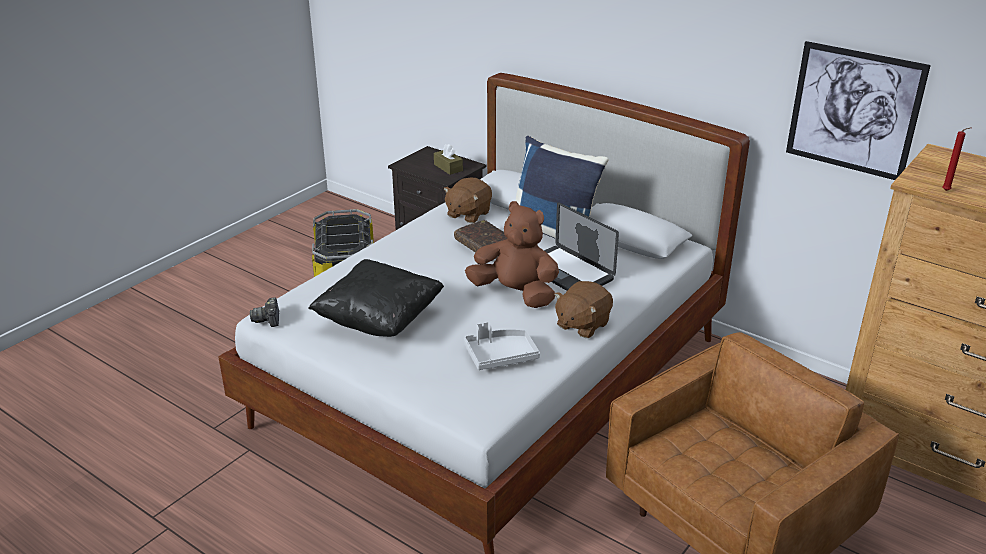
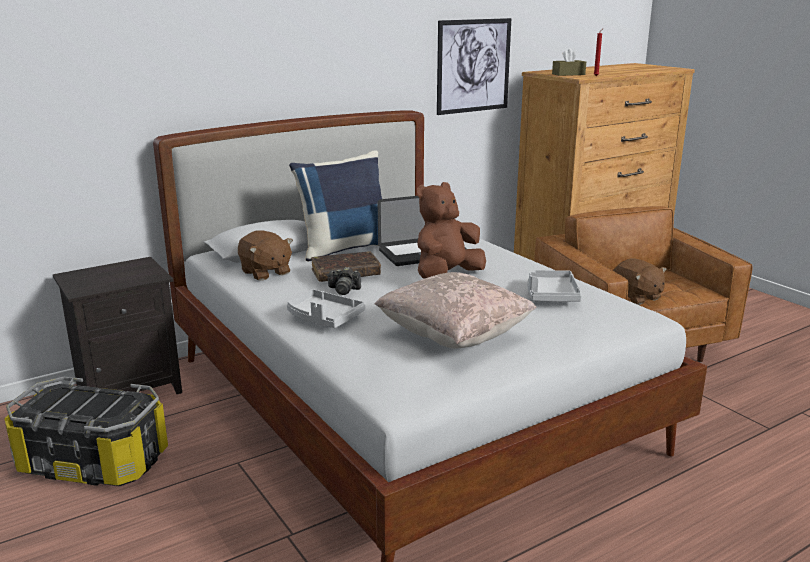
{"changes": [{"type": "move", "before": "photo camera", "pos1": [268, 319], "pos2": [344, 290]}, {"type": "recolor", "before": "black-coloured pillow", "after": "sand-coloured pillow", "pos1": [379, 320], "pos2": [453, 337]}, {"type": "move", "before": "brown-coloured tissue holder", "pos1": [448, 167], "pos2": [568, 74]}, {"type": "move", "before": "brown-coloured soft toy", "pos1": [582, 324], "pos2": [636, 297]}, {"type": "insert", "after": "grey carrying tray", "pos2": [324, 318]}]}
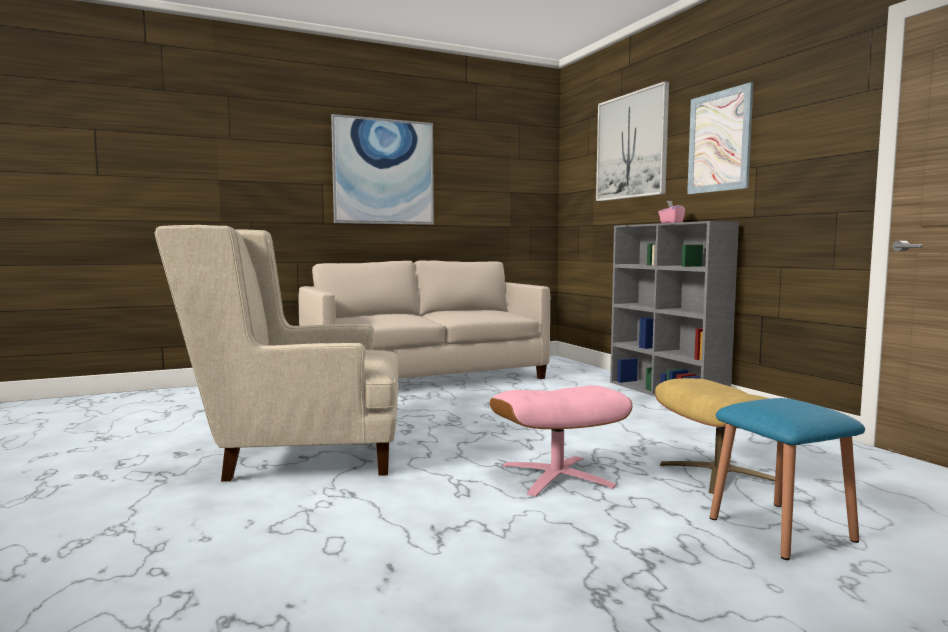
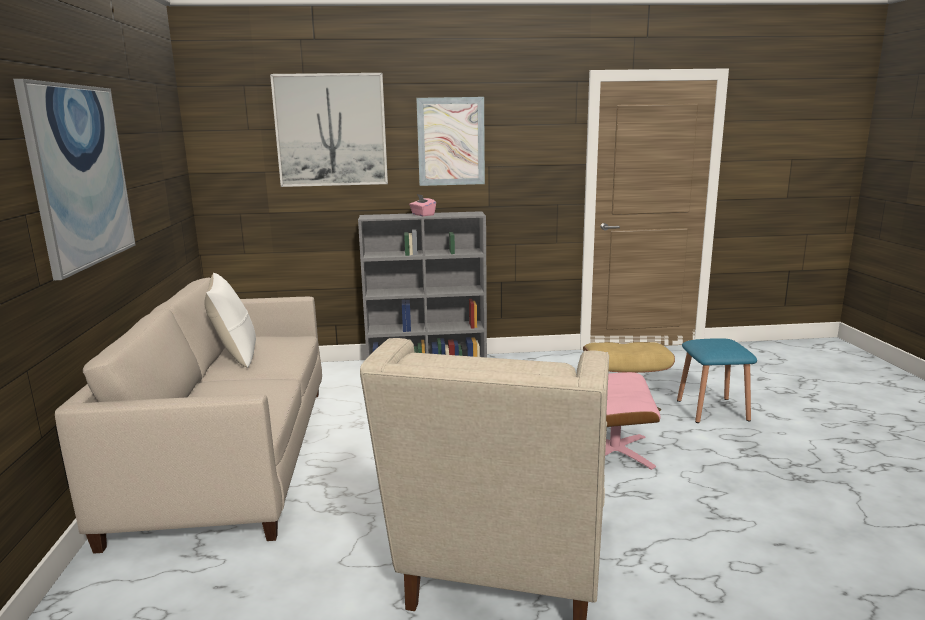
{"changes": [{"type": "insert", "after": "white pillow", "pos2": [235, 355]}]}
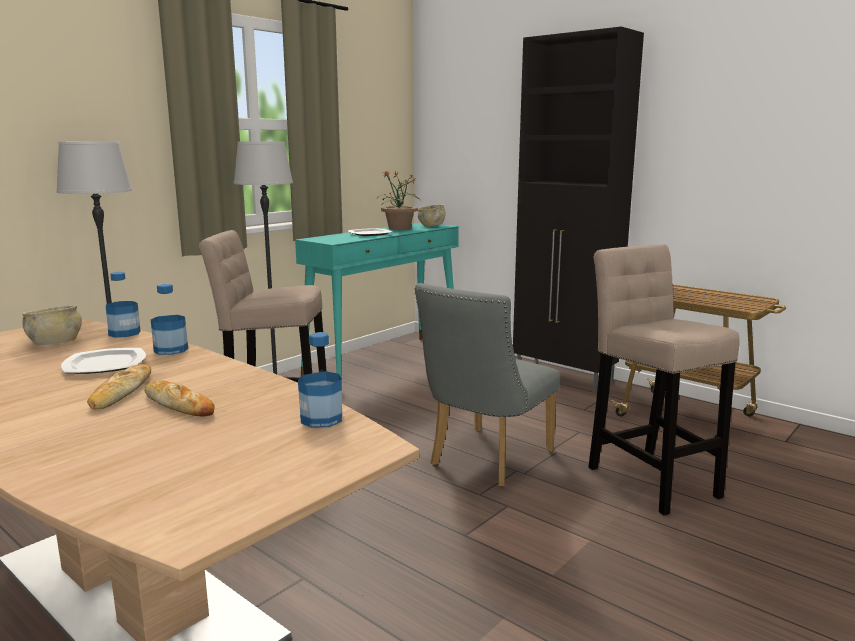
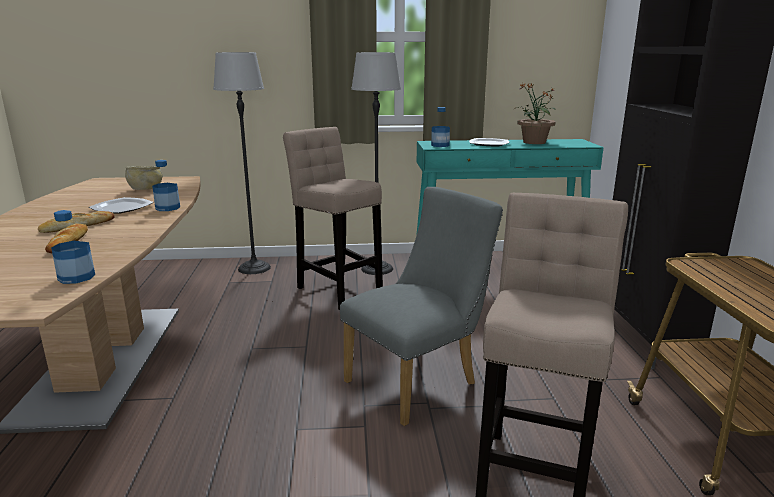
{"changes": [{"type": "move", "before": "bottle", "pos1": [124, 333], "pos2": [440, 145]}, {"type": "rotate", "before": "grey chair", "pos1": [484, 460], "pos2": [419, 381], "turn": 150}, {"type": "delete", "before": "sand-coloured serving bowl", "pos1": [431, 225]}]}
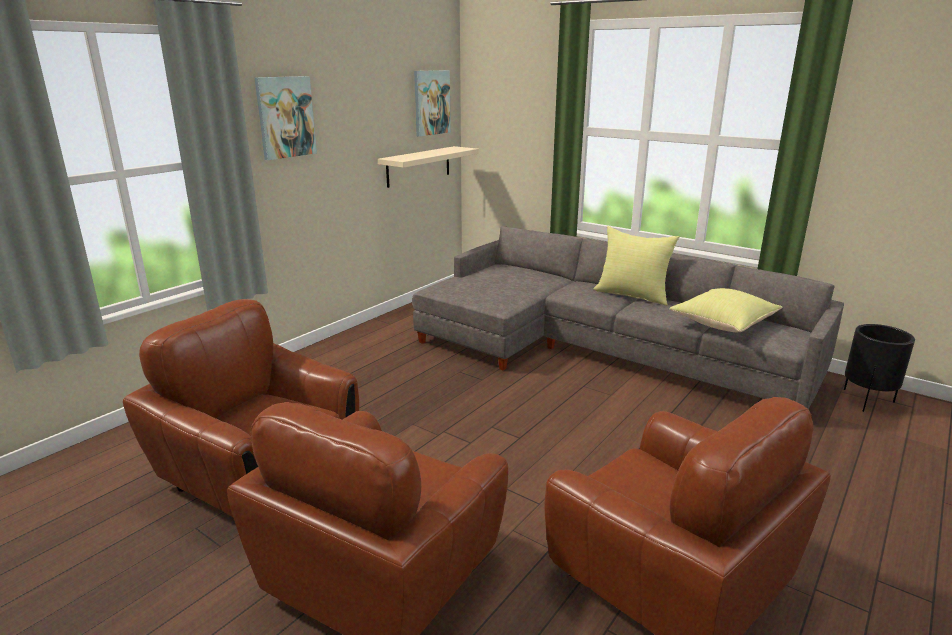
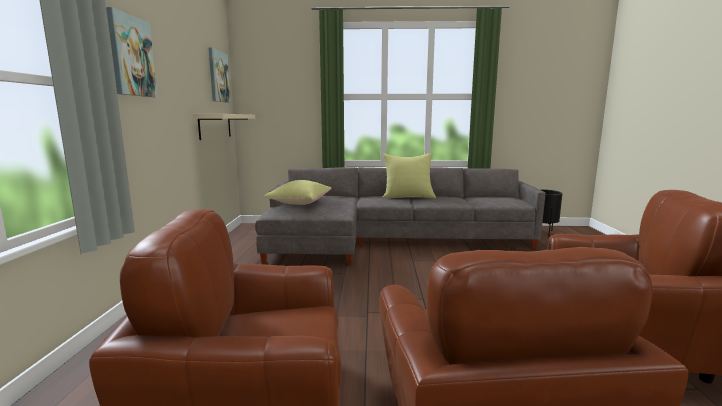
{"changes": [{"type": "move", "before": "yellow-coloured pillow", "pos1": [723, 324], "pos2": [299, 203]}]}
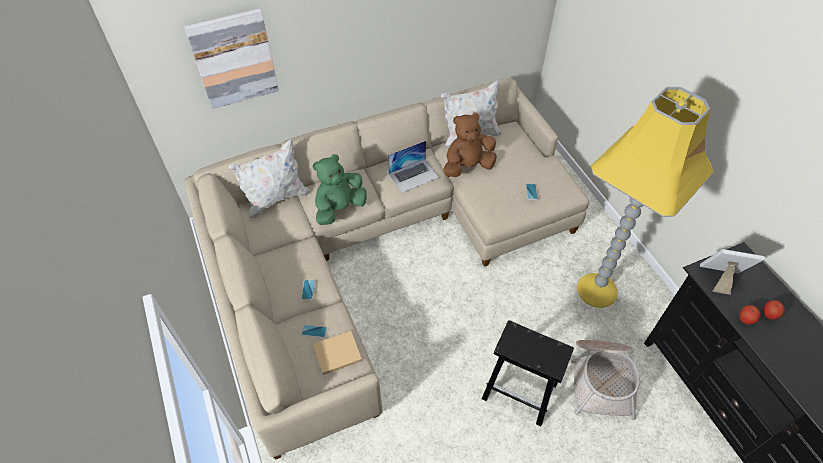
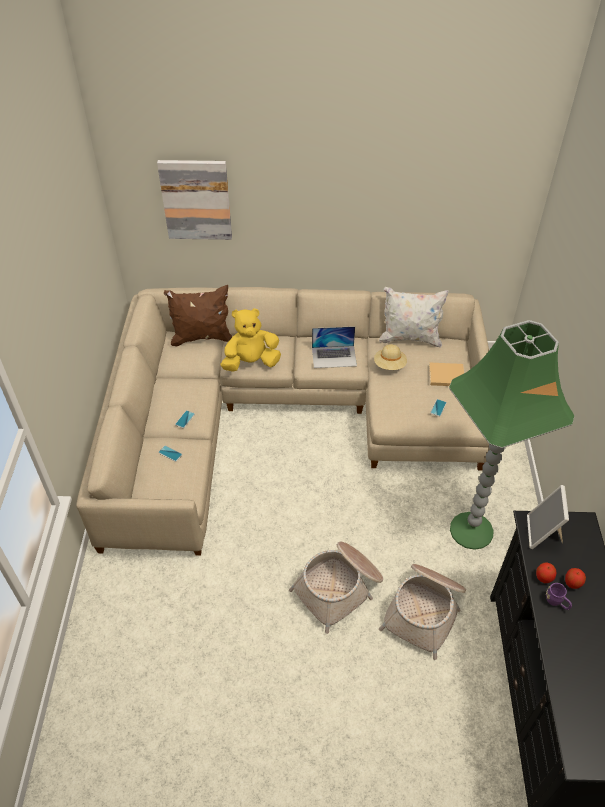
{"changes": [{"type": "recolor", "before": "white pillow", "after": "brown-coloured pillow", "pos1": [276, 199], "pos2": [202, 337]}, {"type": "recolor", "before": "greenish soft toy", "after": "yellow-coloured soft toy", "pos1": [339, 208], "pos2": [251, 363]}, {"type": "move", "before": "sand-coloured book", "pos1": [336, 354], "pos2": [445, 375]}, {"type": "replace", "before": "brown-coloured soft toy", "after": "sand-coloured hat", "pos1": [467, 166], "pos2": [389, 365]}, {"type": "replace", "before": "black-coloured stool seat", "after": "storage basket", "pos1": [520, 391], "pos2": [339, 588]}, {"type": "recolor", "before": "yellow-coloured floor lamp", "after": "greenish floor lamp", "pos1": [598, 290], "pos2": [472, 531]}, {"type": "rotate", "before": "standing frame", "pos1": [719, 279], "pos2": [543, 533], "turn": -120}, {"type": "insert", "after": "purple-coloured coffee mug", "pos2": [556, 602]}]}
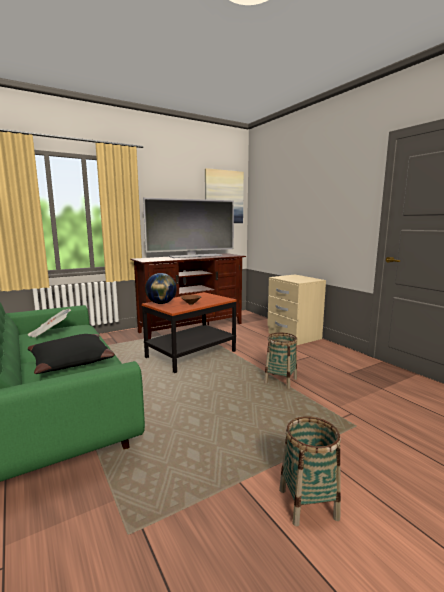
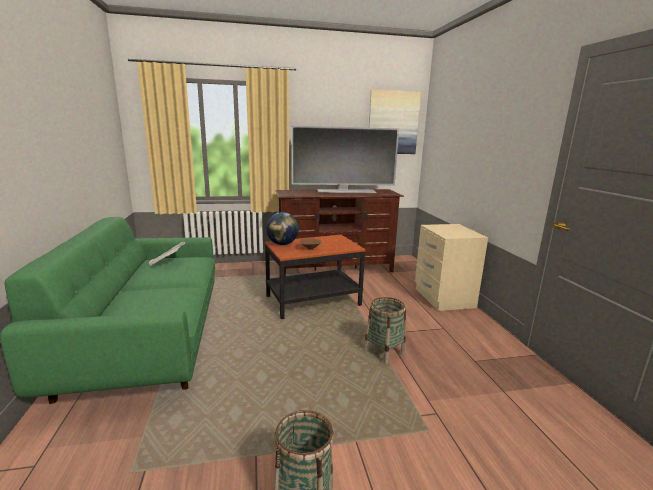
{"changes": [{"type": "delete", "before": "black-coloured pillow", "pos1": [72, 361]}]}
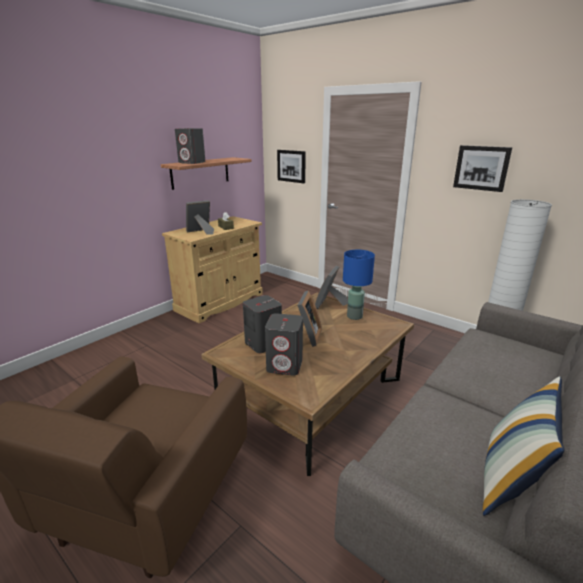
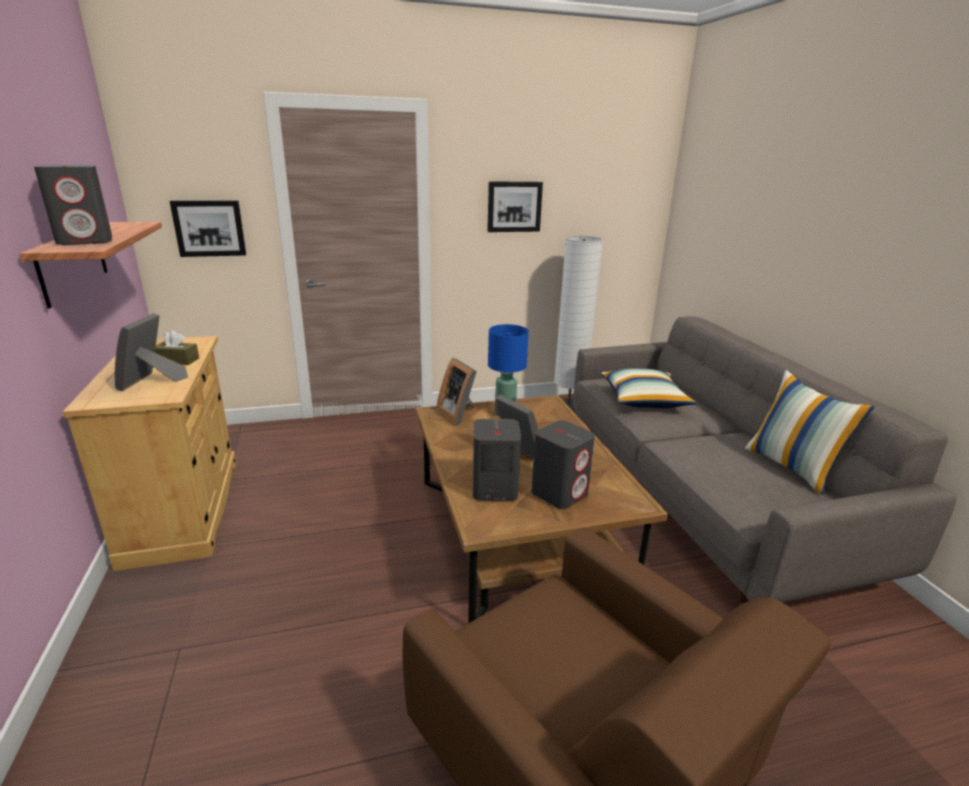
{"changes": [{"type": "insert", "after": "pillow", "pos2": [644, 400]}]}
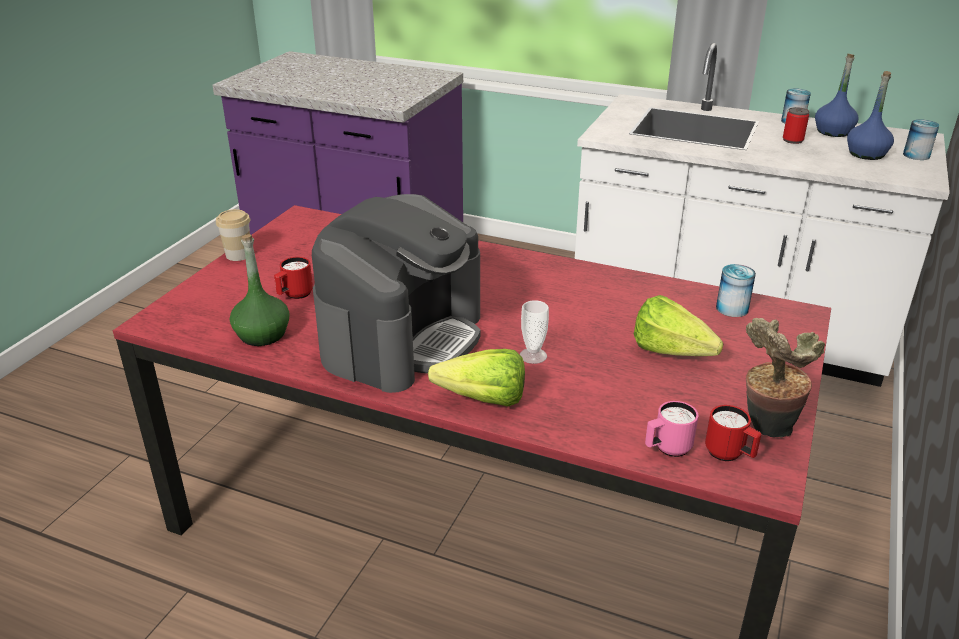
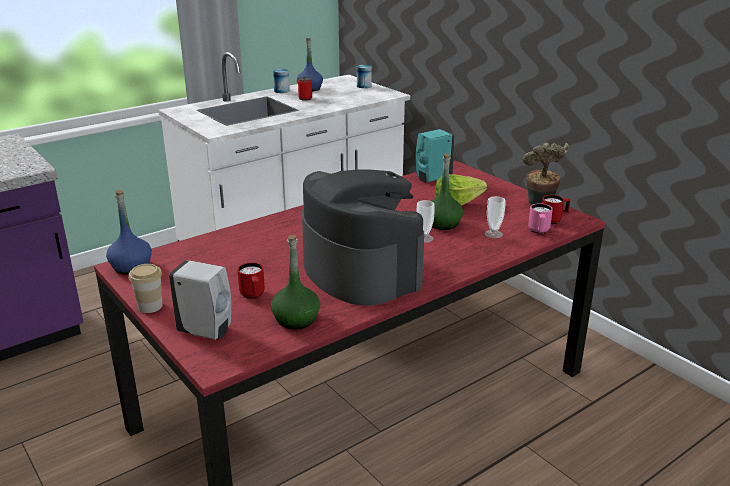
{"changes": [{"type": "delete", "before": "head of lettuce", "pos1": [476, 398]}, {"type": "replace", "before": "can", "after": "turquoise-coloured soap bottle", "pos1": [732, 308], "pos2": [432, 179]}, {"type": "move", "before": "blue bottle", "pos1": [866, 154], "pos2": [131, 267]}, {"type": "insert", "after": "white soap bottle", "pos2": [207, 331]}, {"type": "insert", "after": "greenish bottle", "pos2": [443, 224]}, {"type": "insert", "after": "small cup", "pos2": [493, 234]}]}
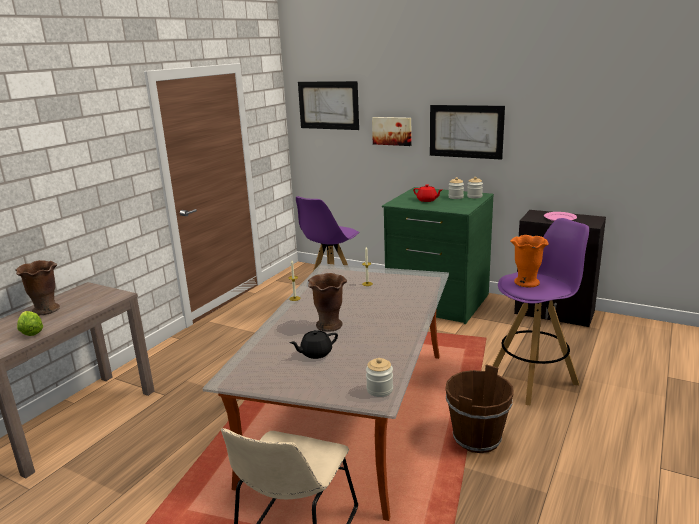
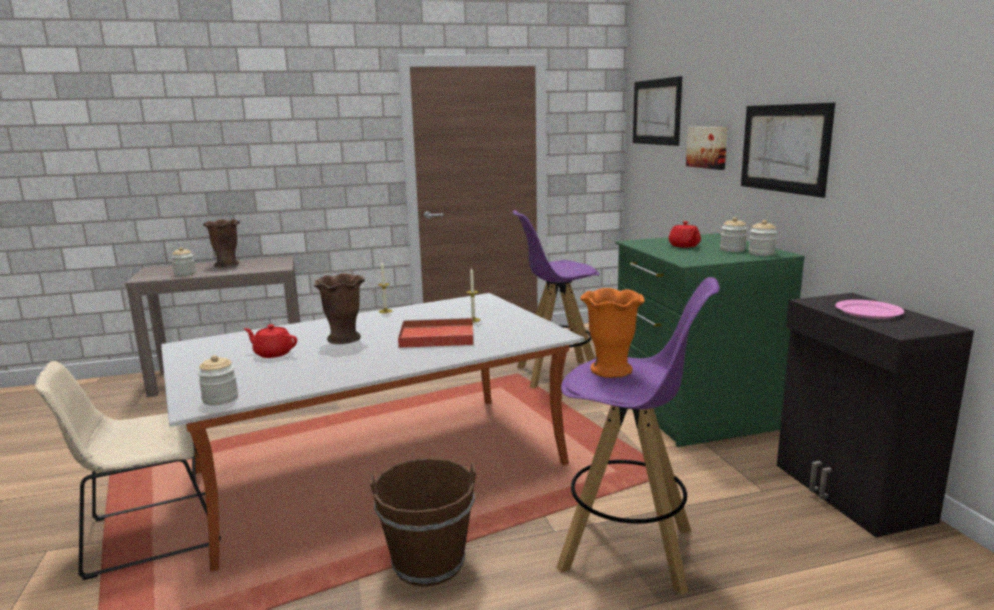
{"changes": [{"type": "replace", "before": "head of lettuce", "after": "preserve jar", "pos1": [31, 332], "pos2": [185, 274]}, {"type": "recolor", "before": "black-coloured pot for tea", "after": "red-coloured pot for tea", "pos1": [315, 353], "pos2": [273, 353]}, {"type": "insert", "after": "red-coloured carrying tray", "pos2": [435, 337]}]}
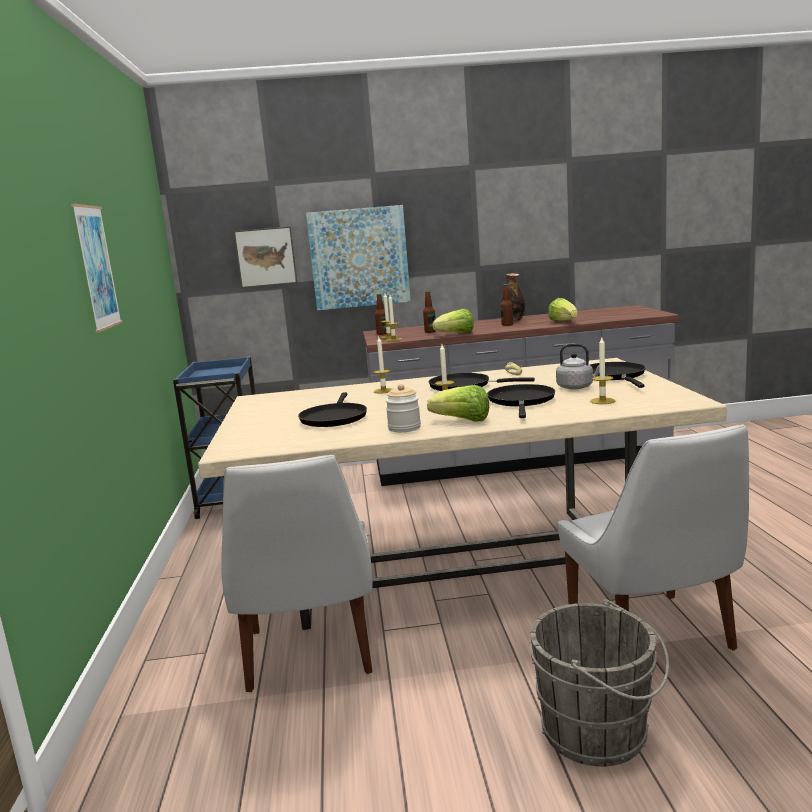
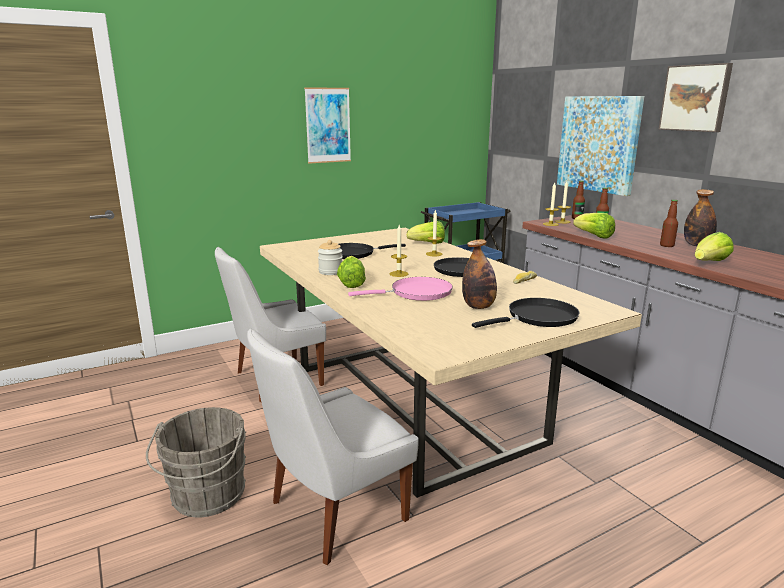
{"changes": [{"type": "move", "before": "picture", "pos1": [266, 257], "pos2": [695, 98]}, {"type": "recolor", "before": "black-coloured frying pan", "after": "pink-coloured frying pan", "pos1": [521, 401], "pos2": [417, 293]}, {"type": "replace", "before": "grey kettle", "after": "bottle", "pos1": [577, 387], "pos2": [478, 306]}, {"type": "delete", "before": "candle", "pos1": [602, 401]}, {"type": "insert", "after": "head of lettuce", "pos2": [428, 243]}]}
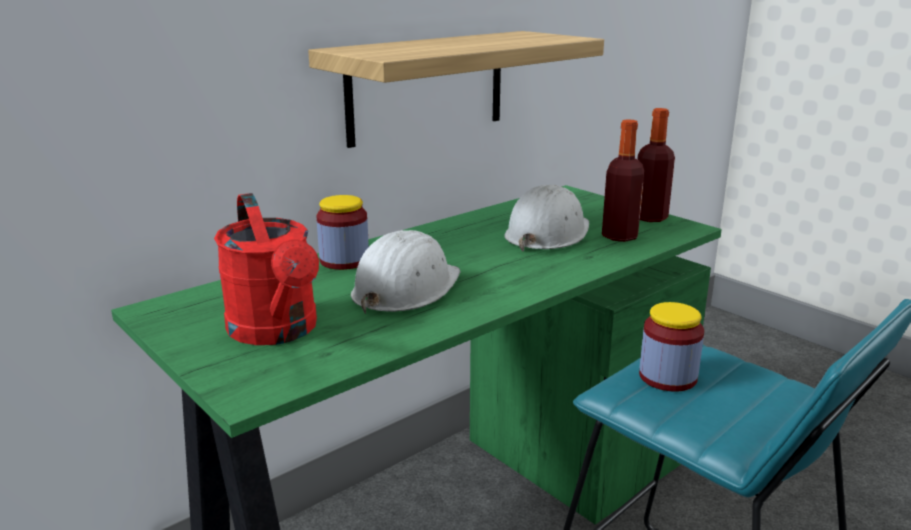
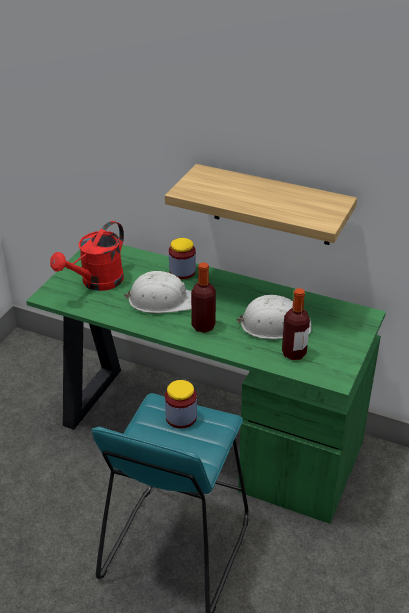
{"changes": [{"type": "move", "before": "bottle", "pos1": [649, 217], "pos2": [203, 326]}]}
